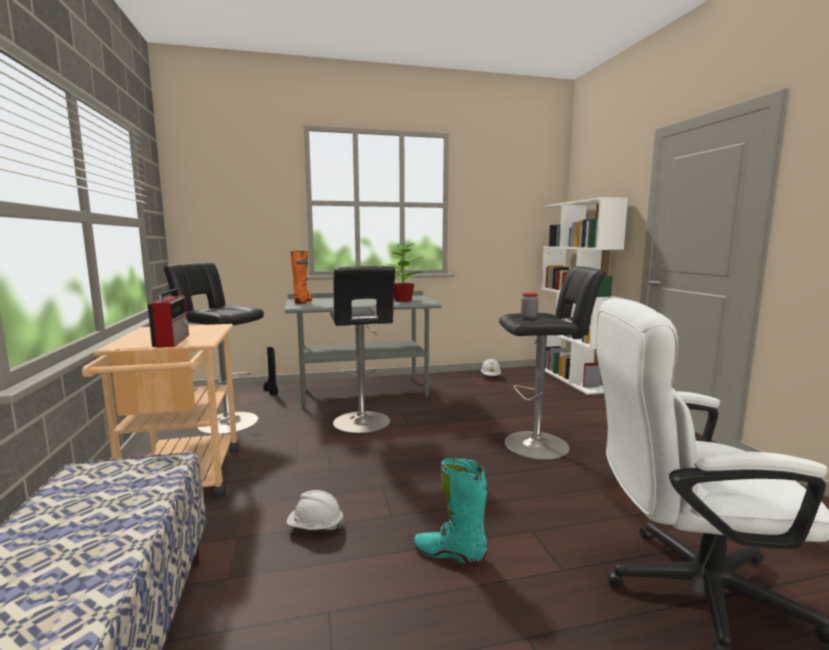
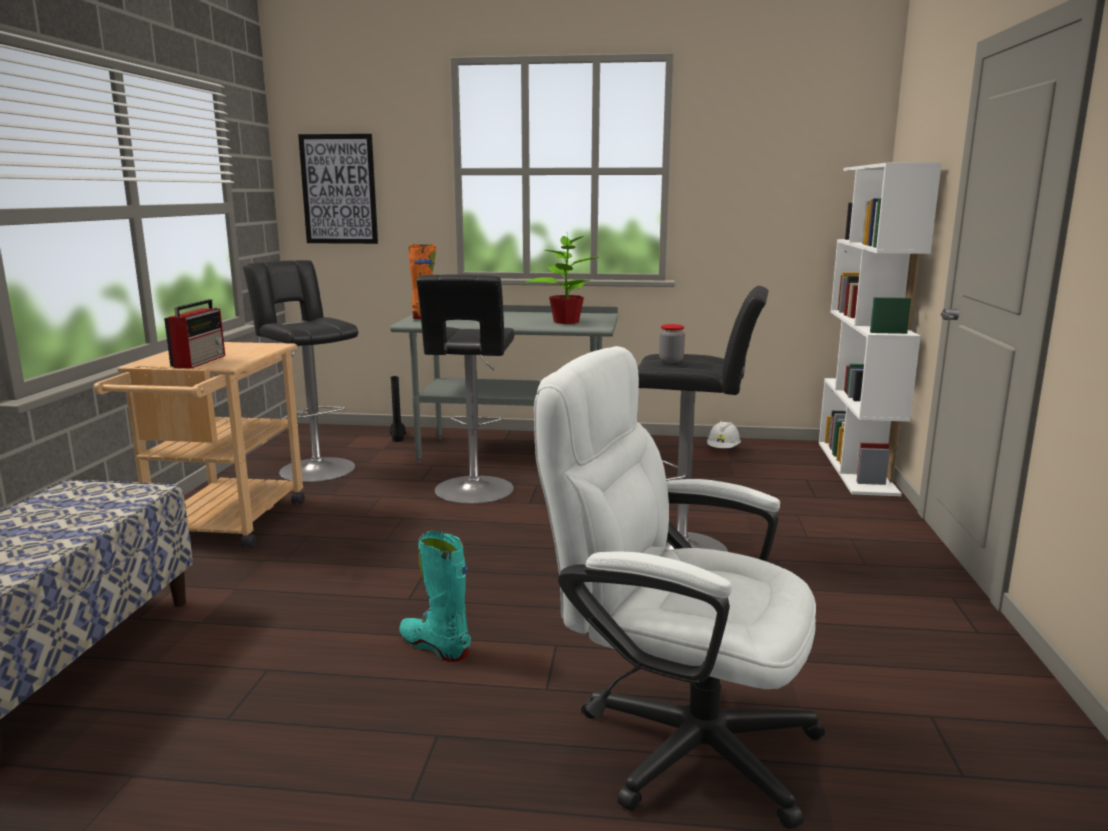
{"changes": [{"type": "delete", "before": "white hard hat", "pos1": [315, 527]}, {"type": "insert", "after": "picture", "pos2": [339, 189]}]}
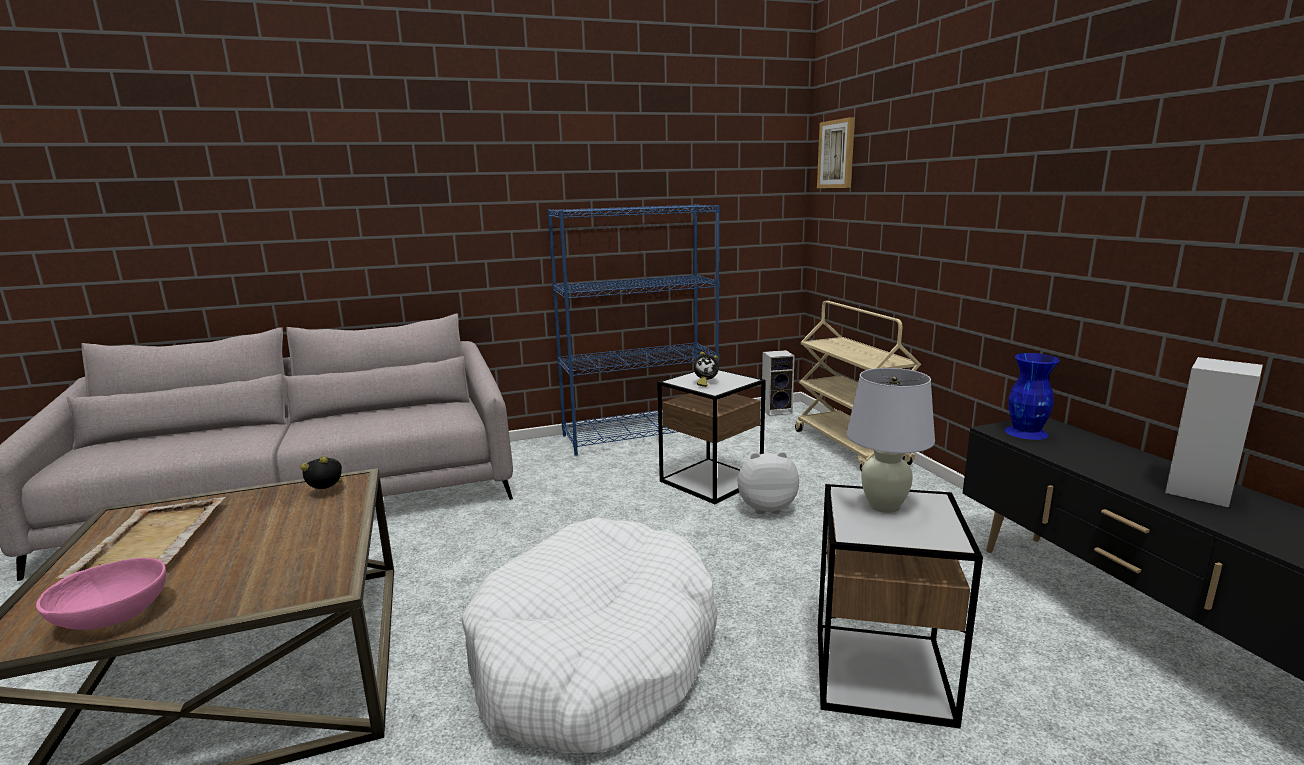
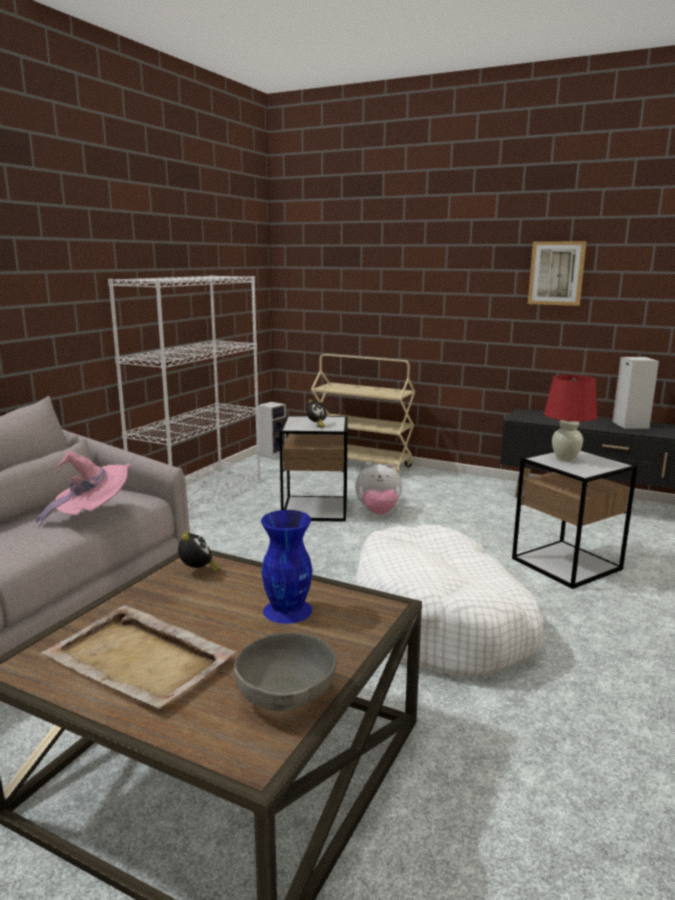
{"changes": [{"type": "recolor", "before": "pink-coloured serving bowl", "after": "grey serving bowl", "pos1": [113, 616], "pos2": [287, 694]}, {"type": "rotate", "before": "table clock", "pos1": [327, 492], "pos2": [198, 572], "turn": 135}, {"type": "recolor", "before": "blue bookshelf", "after": "white bookshelf", "pos1": [641, 434], "pos2": [200, 495]}, {"type": "rotate", "before": "soft toy", "pos1": [765, 507], "pos2": [378, 513], "turn": -135}, {"type": "move", "before": "picture", "pos1": [837, 154], "pos2": [556, 273]}, {"type": "recolor", "before": "white tabletop lamp", "after": "red-coloured tabletop lamp", "pos1": [884, 506], "pos2": [565, 459]}, {"type": "move", "before": "blue vase", "pos1": [1027, 433], "pos2": [288, 610]}, {"type": "insert", "after": "pink-coloured hat", "pos2": [93, 515]}]}
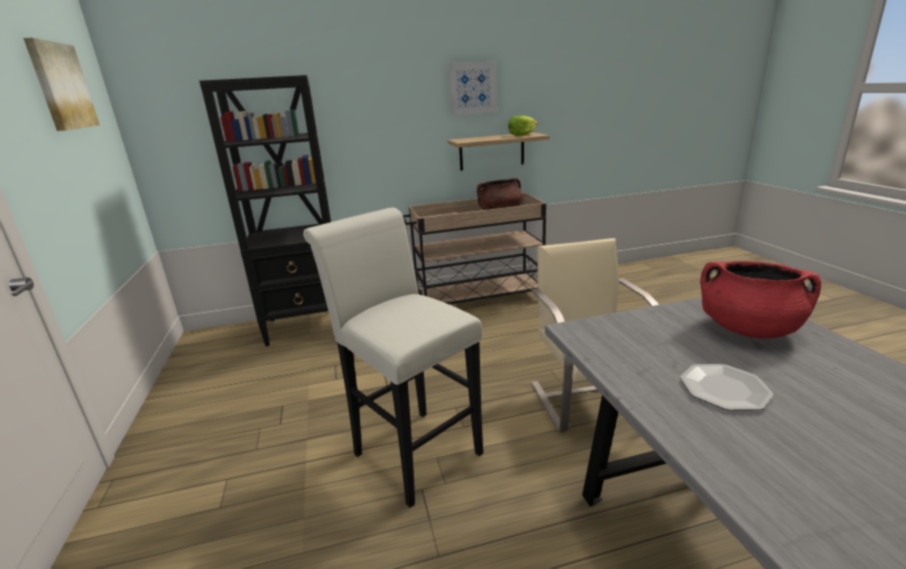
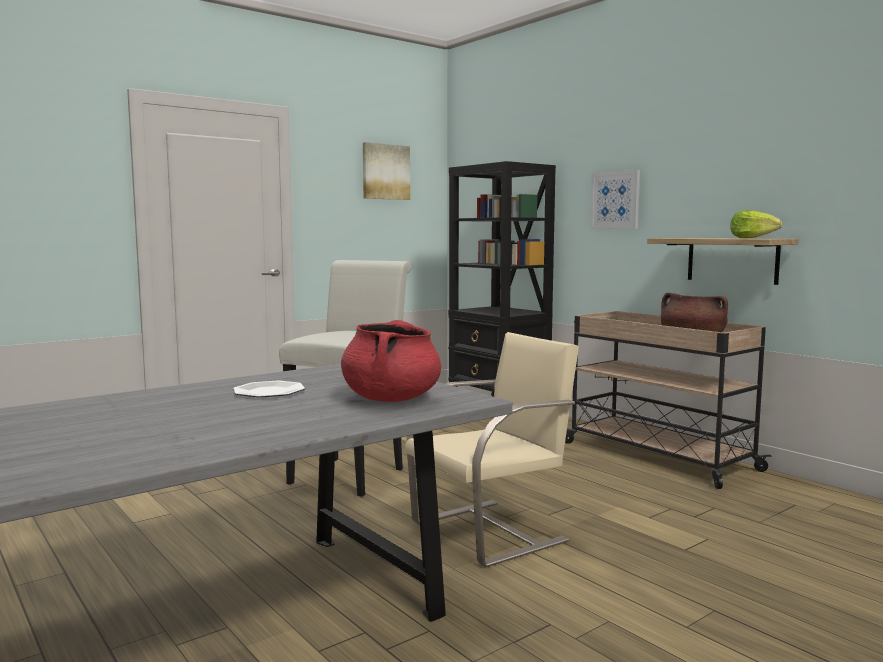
{"changes": [{"type": "move", "before": "picture", "pos1": [472, 88], "pos2": [615, 200]}]}
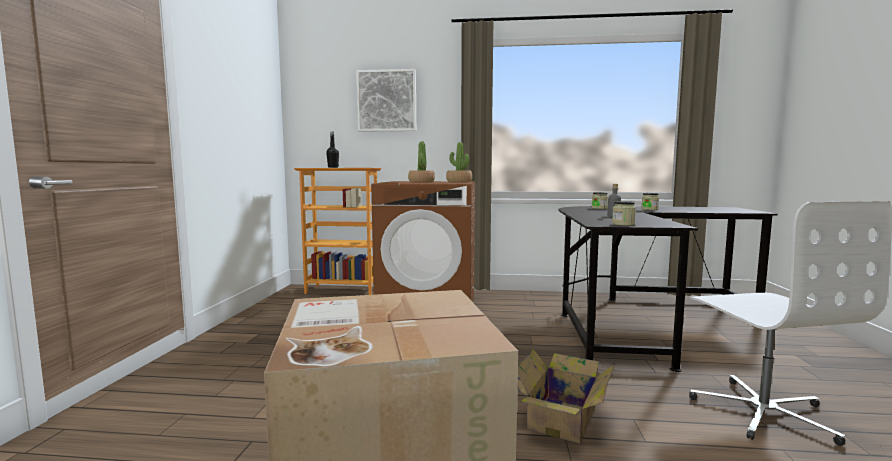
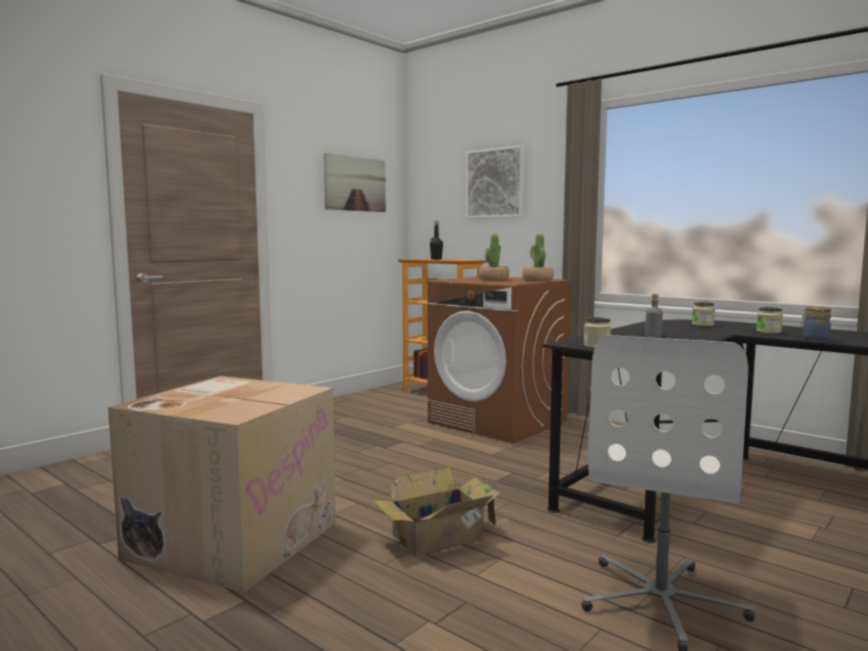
{"changes": [{"type": "insert", "after": "picture", "pos2": [355, 184]}, {"type": "insert", "after": "preserve jar", "pos2": [814, 339]}]}
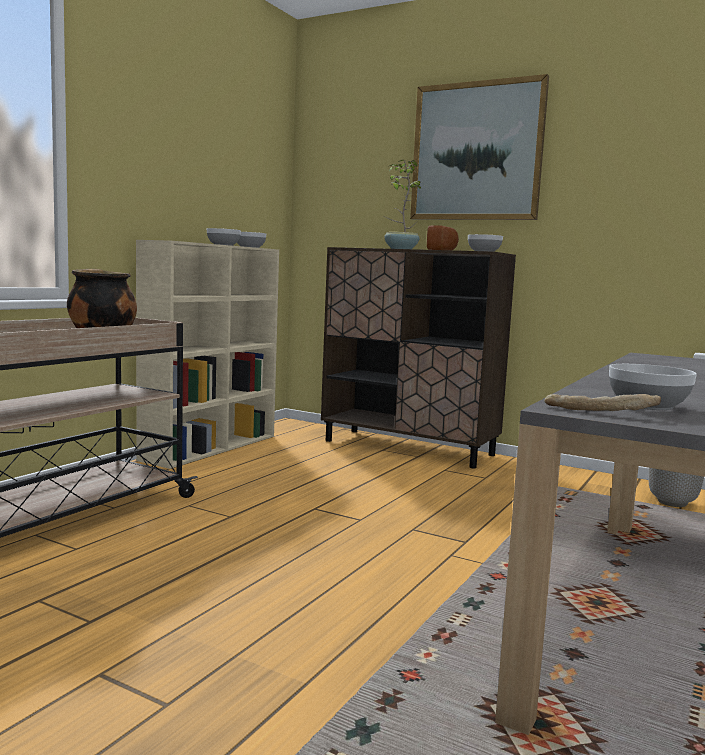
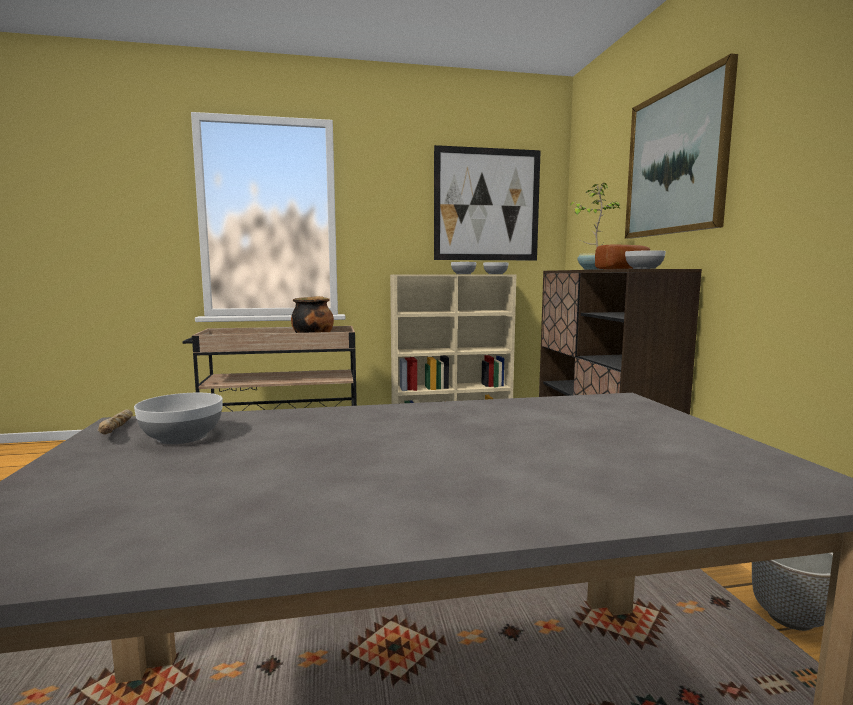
{"changes": [{"type": "insert", "after": "picture", "pos2": [487, 205]}]}
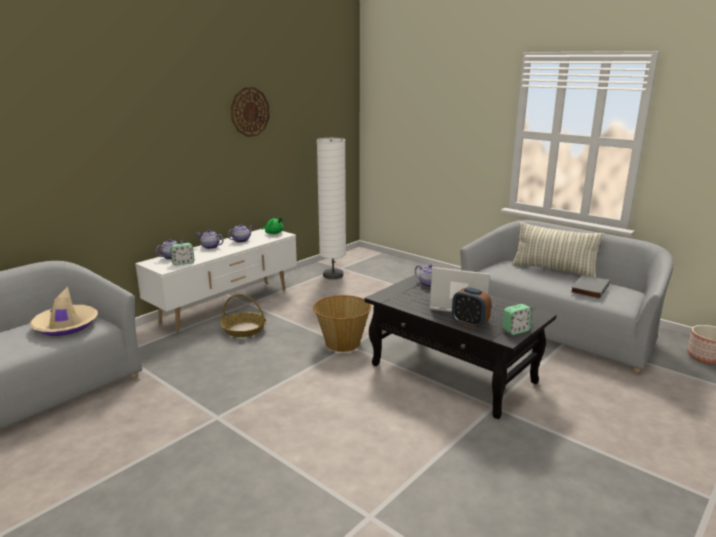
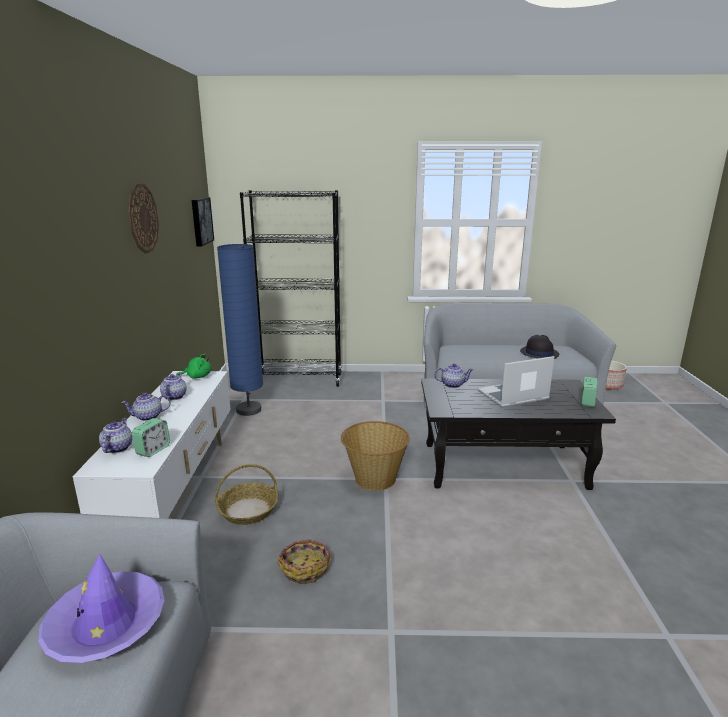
{"changes": [{"type": "recolor", "before": "sand-coloured hat", "after": "purple-coloured hat", "pos1": [66, 326], "pos2": [106, 625]}, {"type": "recolor", "before": "white floor lamp", "after": "blue floor lamp", "pos1": [333, 275], "pos2": [249, 410]}, {"type": "delete", "before": "table clock", "pos1": [469, 323]}, {"type": "delete", "before": "pillow", "pos1": [553, 270]}, {"type": "replace", "before": "grey book", "after": "black-coloured hat", "pos1": [588, 289], "pos2": [539, 353]}, {"type": "insert", "after": "picture", "pos2": [200, 221]}, {"type": "insert", "after": "black-coloured bookshelf", "pos2": [299, 380]}, {"type": "insert", "after": "storage basket", "pos2": [305, 568]}]}
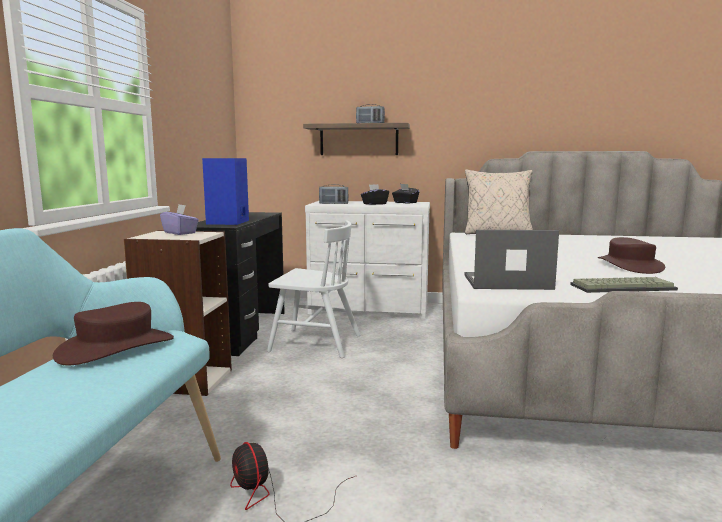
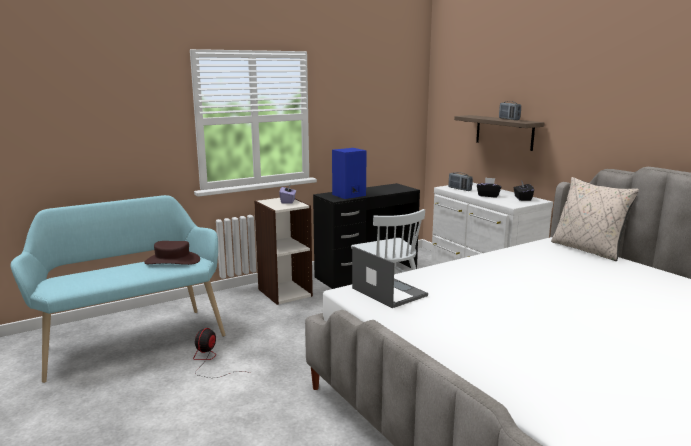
{"changes": [{"type": "delete", "before": "PC keyboard", "pos1": [622, 287]}, {"type": "delete", "before": "brown-coloured hat", "pos1": [630, 266]}]}
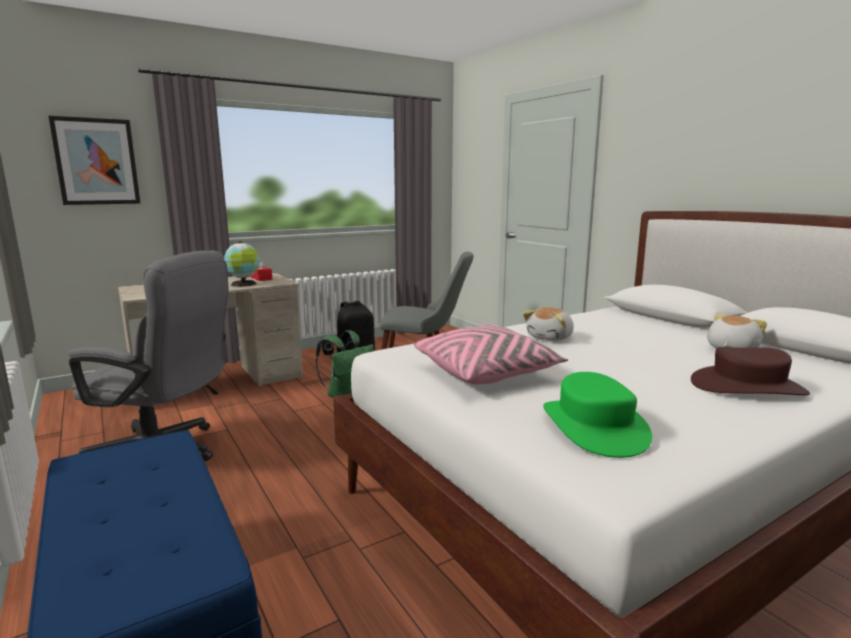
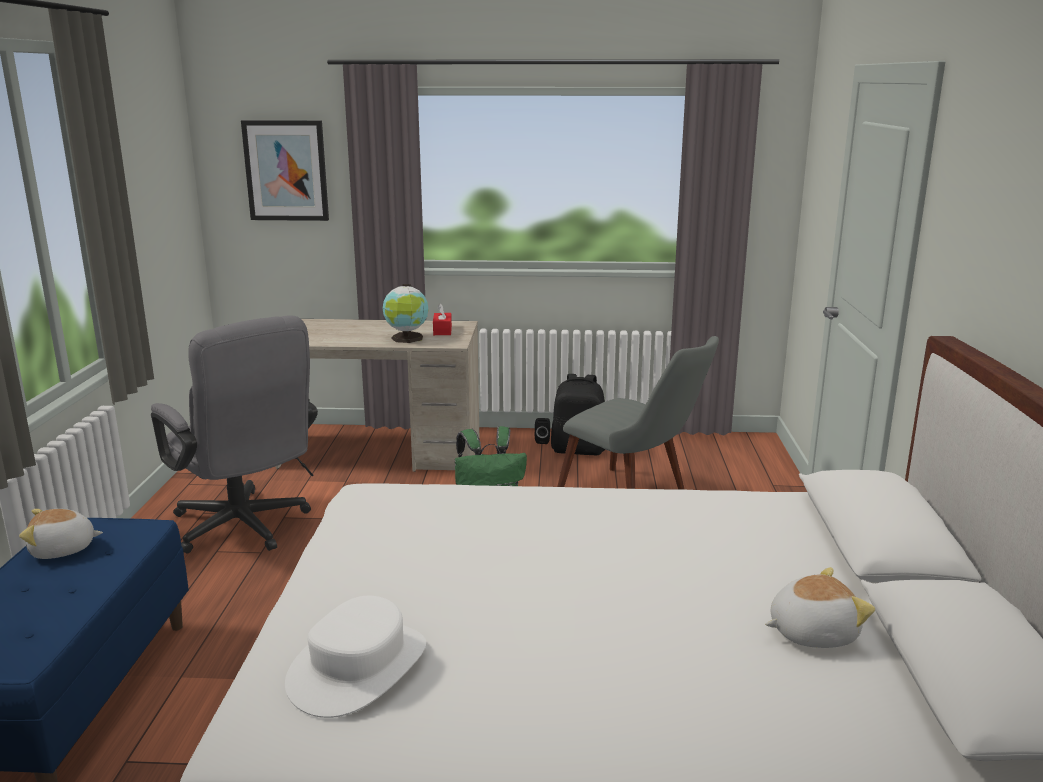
{"changes": [{"type": "delete", "before": "pink-coloured pillow", "pos1": [487, 372]}, {"type": "move", "before": "soft toy", "pos1": [551, 337], "pos2": [63, 550]}, {"type": "recolor", "before": "greenish hat", "after": "white hat", "pos1": [594, 426], "pos2": [359, 668]}, {"type": "delete", "before": "brown-coloured hat", "pos1": [747, 387]}]}
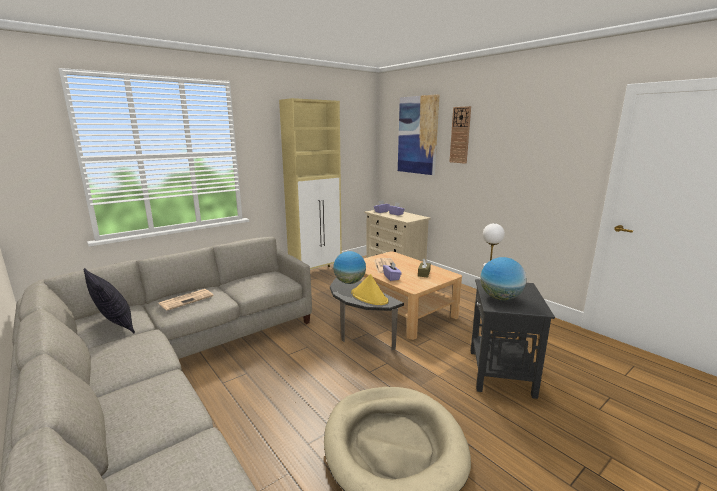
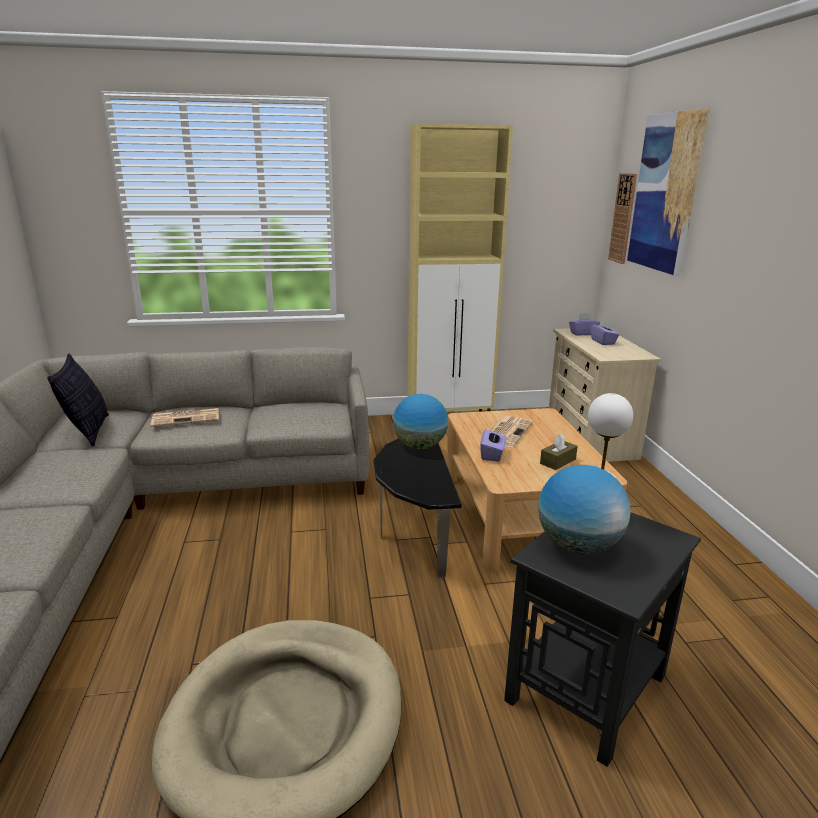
{"changes": [{"type": "delete", "before": "yellow-coloured hat", "pos1": [369, 297]}, {"type": "move", "before": "wall clock", "pos1": [460, 135], "pos2": [623, 218]}]}
